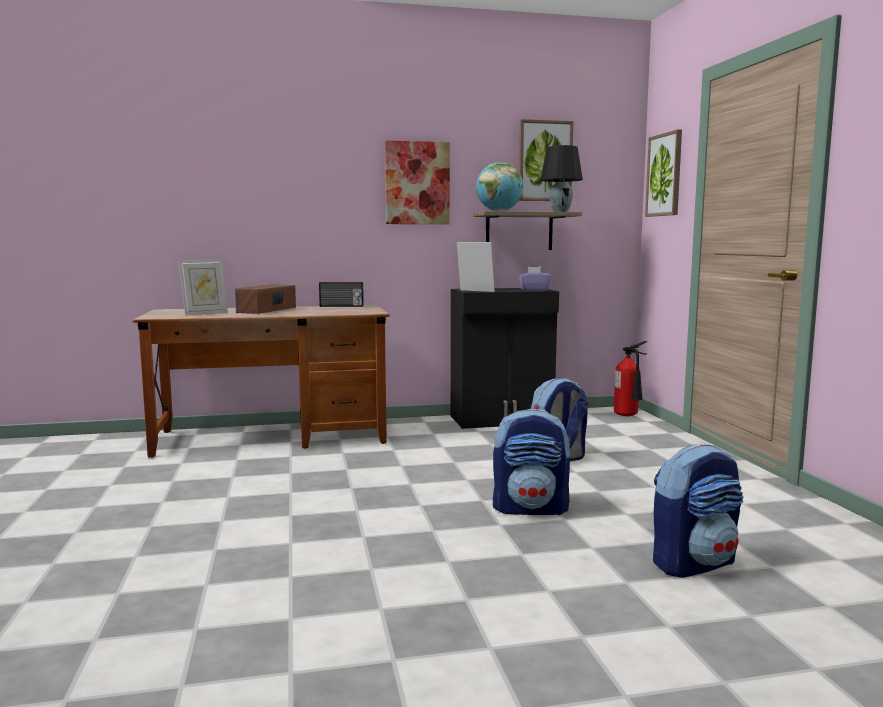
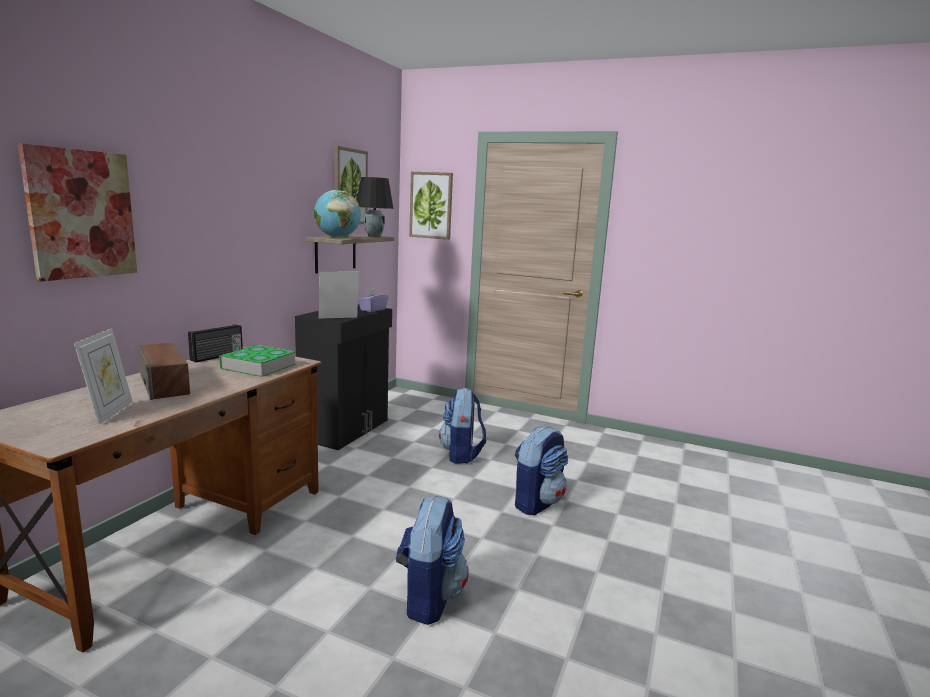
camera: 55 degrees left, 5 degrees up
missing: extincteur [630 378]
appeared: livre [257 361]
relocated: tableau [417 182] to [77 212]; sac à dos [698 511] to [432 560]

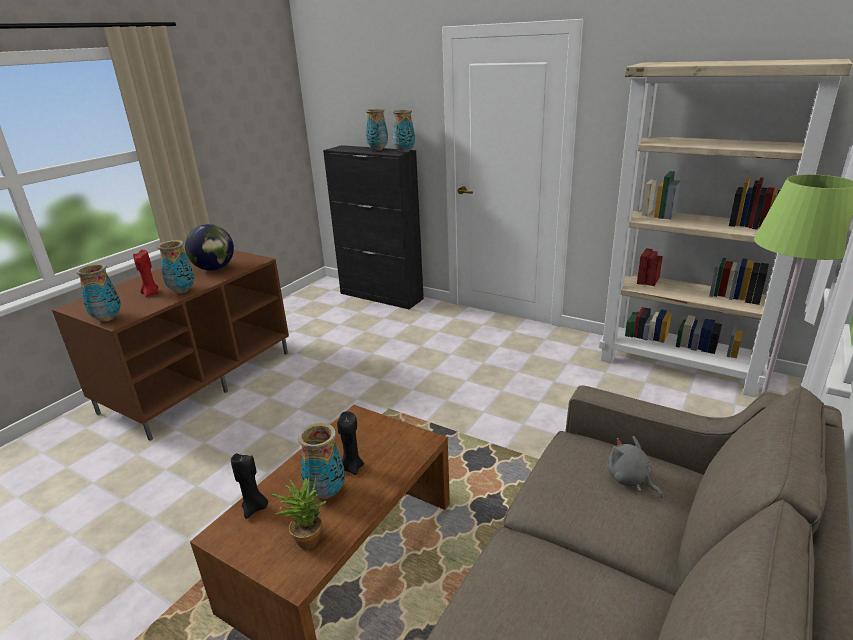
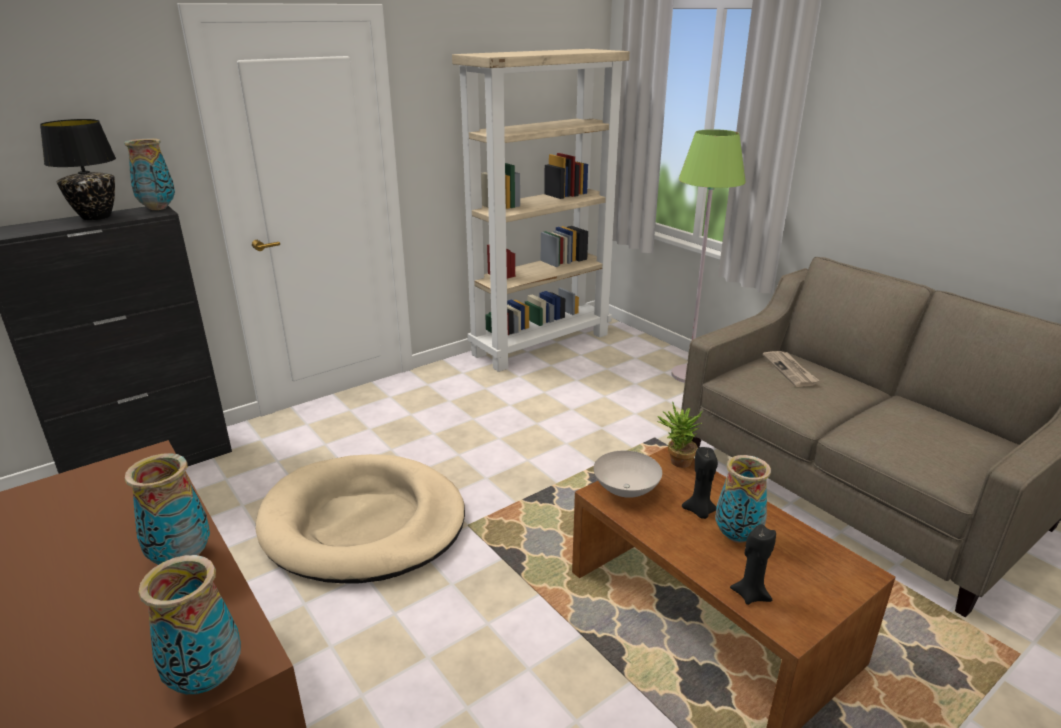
camera: 70 degrees left, 0 degrees up
missing: globe [209 247]; bougie (rouge) [146 273]
appeared: bol (blanc) [628 474]; panier pour chien (beige) [360 519]
relocated: plante en pot [299 512] to [680 435]
exchanged: vase [377 130] to lampe de table (noir) [78 169]; peluche (gris) [635 467] to journal [791 369]

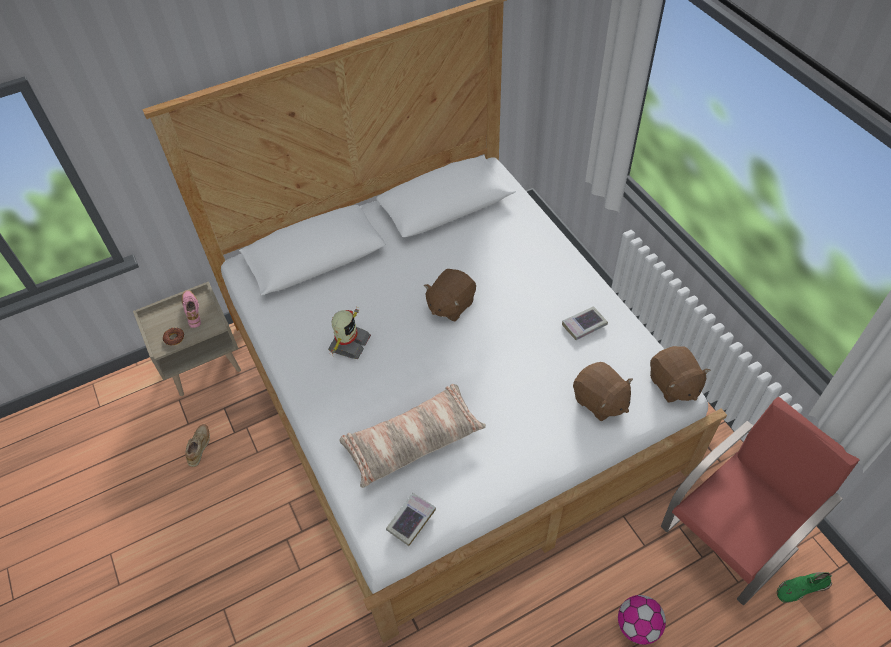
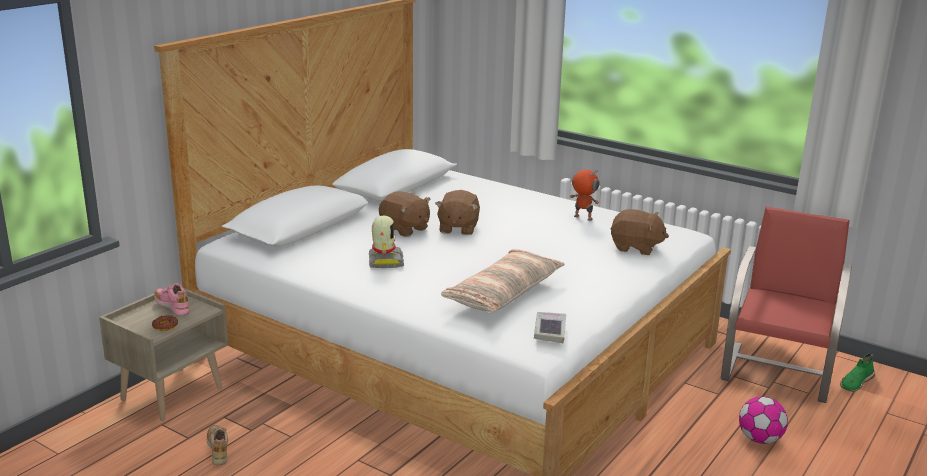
camera: 30 degrees left, 30 degrees down
relocated: peluche (marron) [680 374] to [404 214]
exchanged: livre [585 323] to robot jouet [584 195]

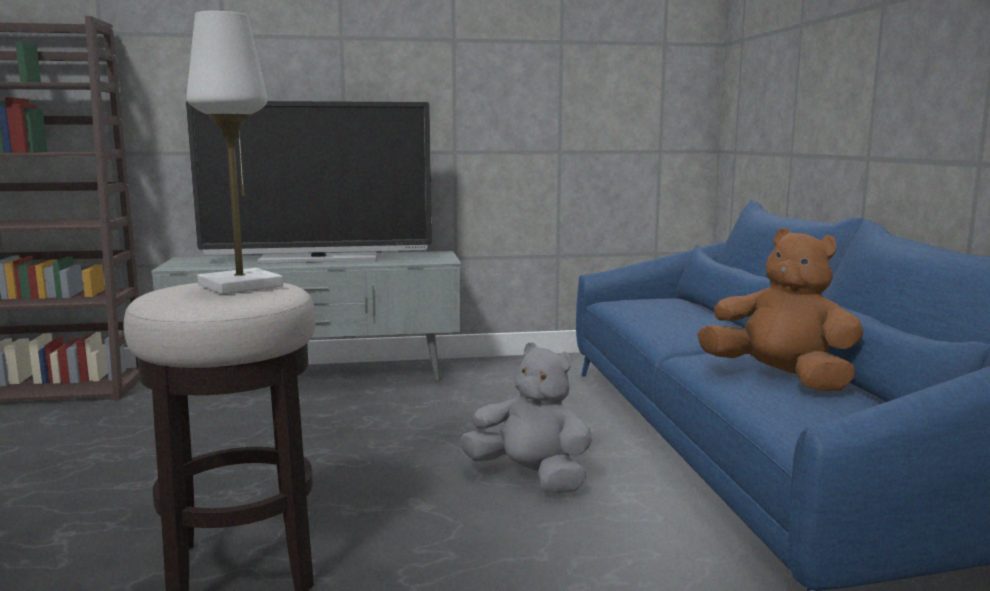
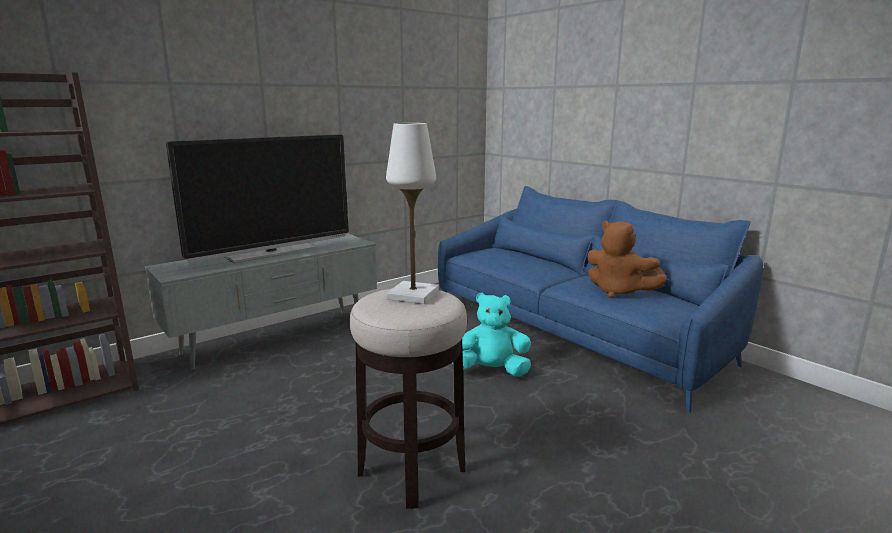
camera: 30 degrees left, 5 degrees up
colour: peluche (gris) [526 417] to peluche (turquoise) [491 335]
spun: peluche (marron) [780 309] = [627 259] 150 degrees counterclockwise

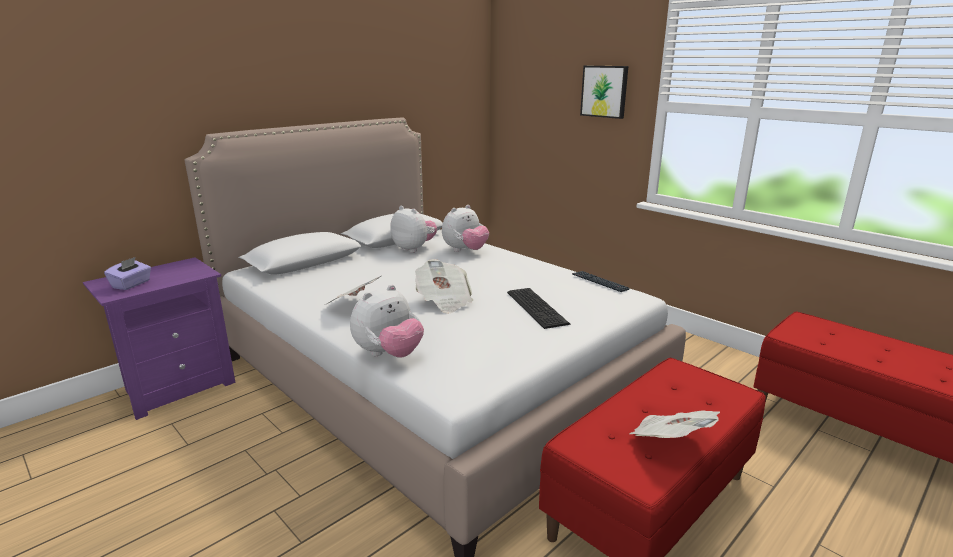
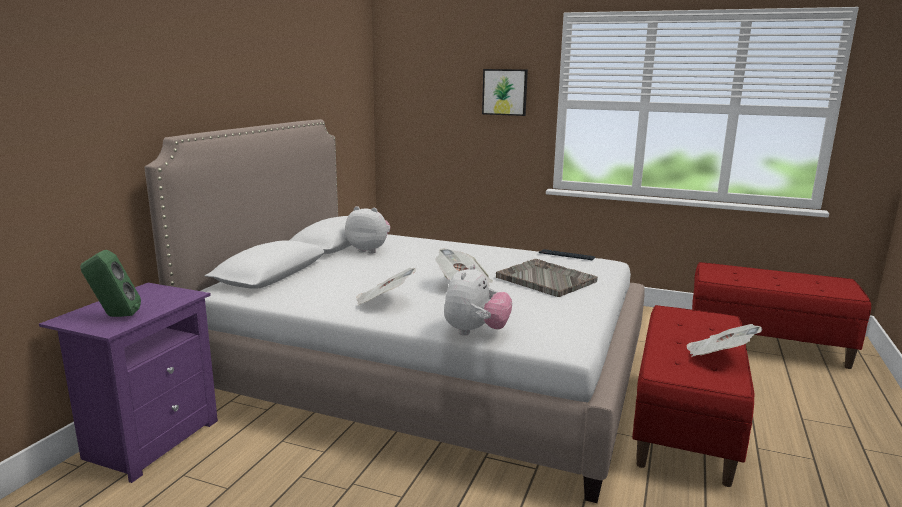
camera: 25 degrees left, 5 degrees down
missing: peluche [465 228]
exchanged: boîte à mouchoirs (violet) [127 273] to enceinte (vert) [110 283]; clavier [538 308] to plateau (gris) [547 278]

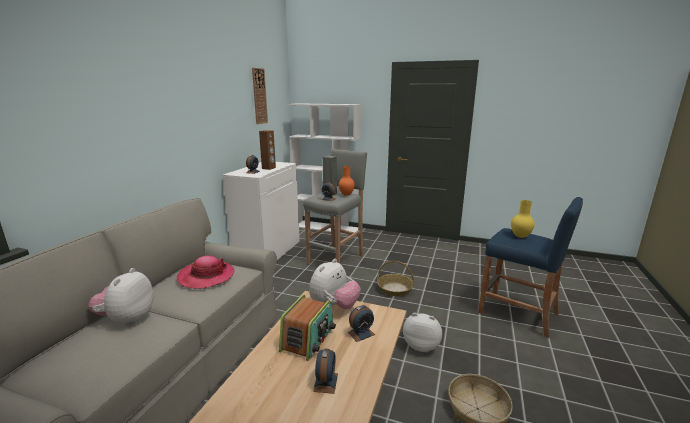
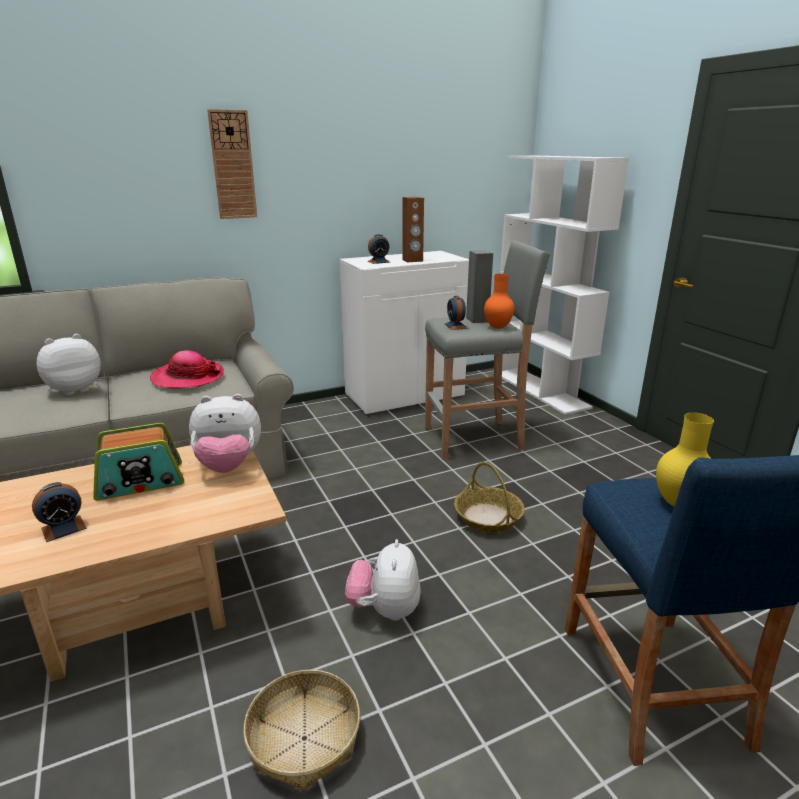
camera: 45 degrees right, 5 degrees up
missing: réveil [361 323]
relocated: horloge murale [260 96] to [232 164]
spun: peluche [422 332] = [383 580] 150 degrees counterclockwise

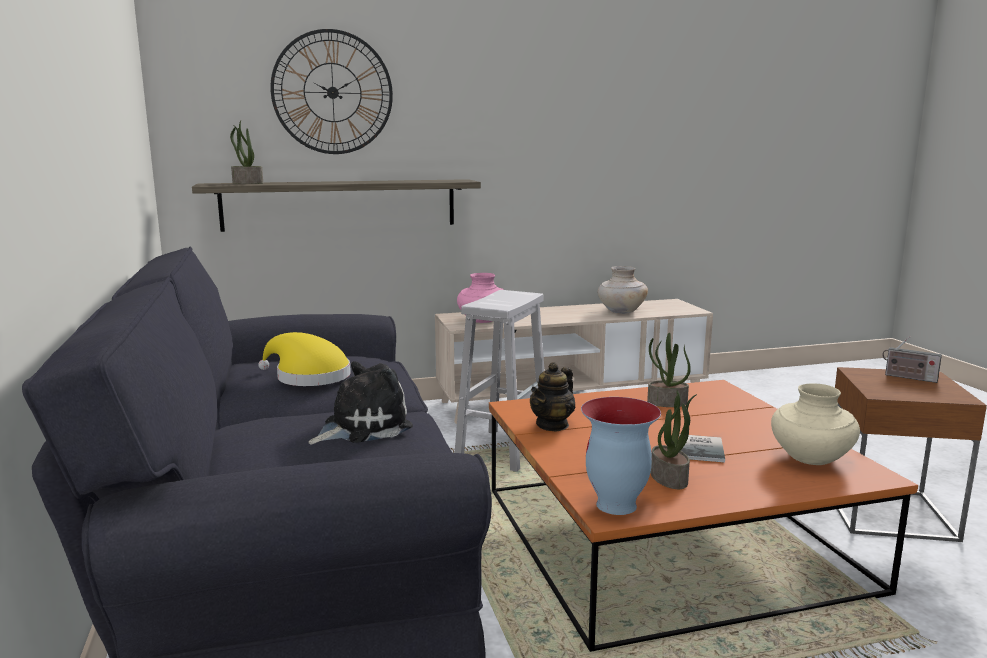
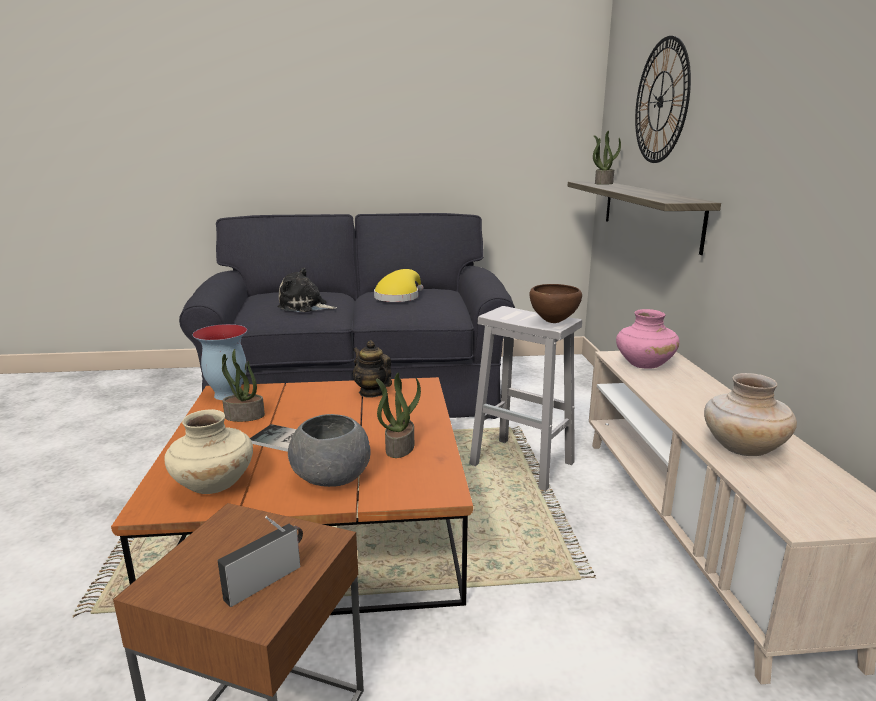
camera: 100 degrees right, 5 degrees up
appeared: bol (marron) [556 303]; bol (gris) [329 450]
spun: peluche [360 402] = [307 290] 135 degrees clockwise

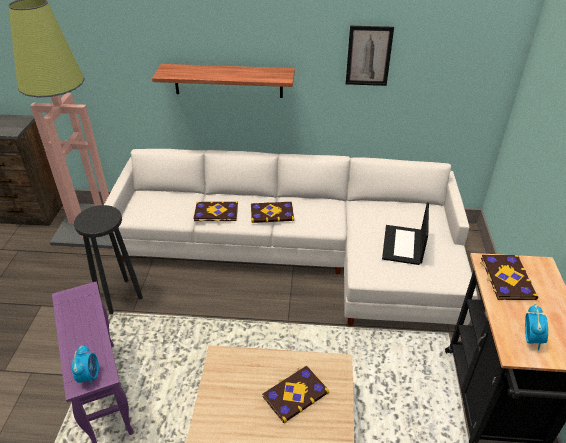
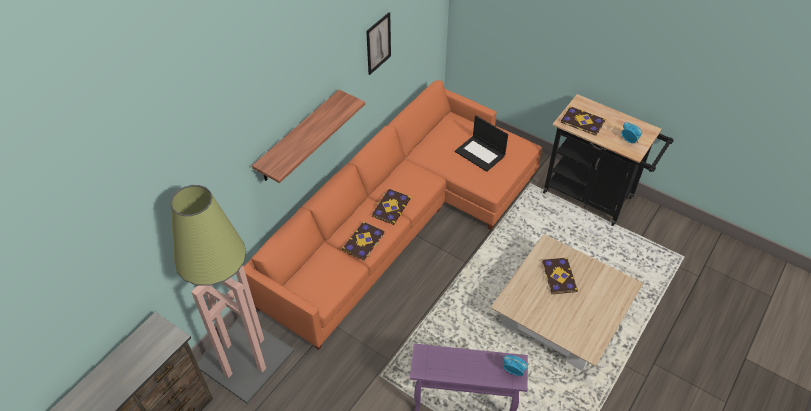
camera: 60 degrees left, 10 degrees up
missing: tabouret (noir) [108 259]
colour: canapé (blanc) [291 238] to canapé (orange) [393 215]

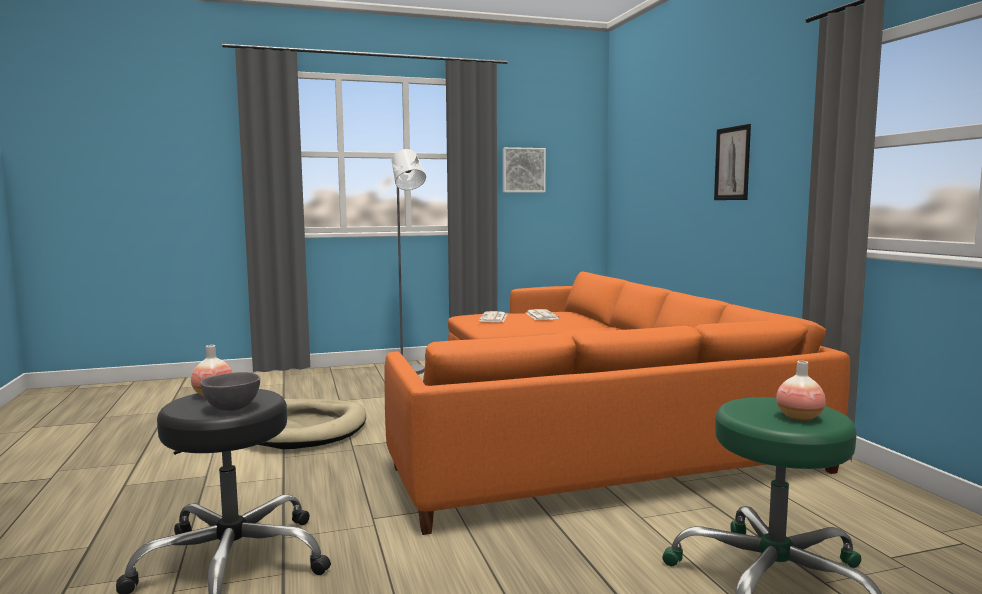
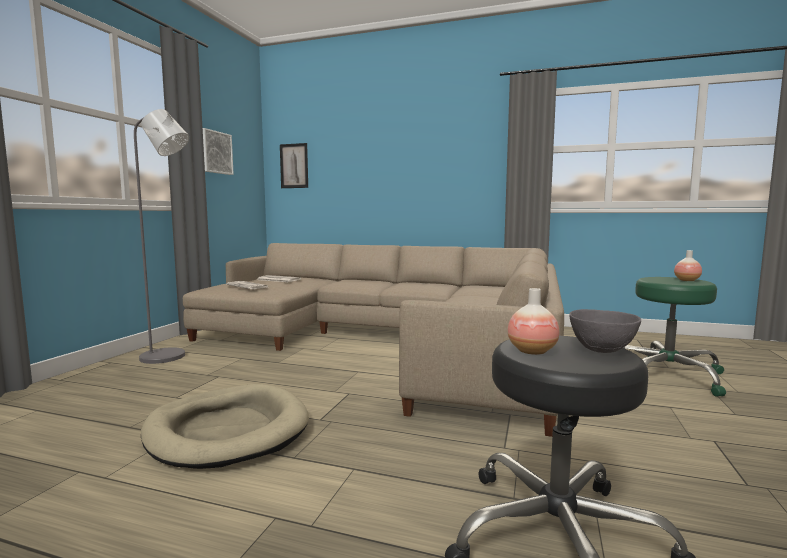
camera: 55 degrees left, 0 degrees up
relocated: tableau [732 162] to [294 165]
colour: canapé (orange) [617 403] to canapé (beige) [373 340]

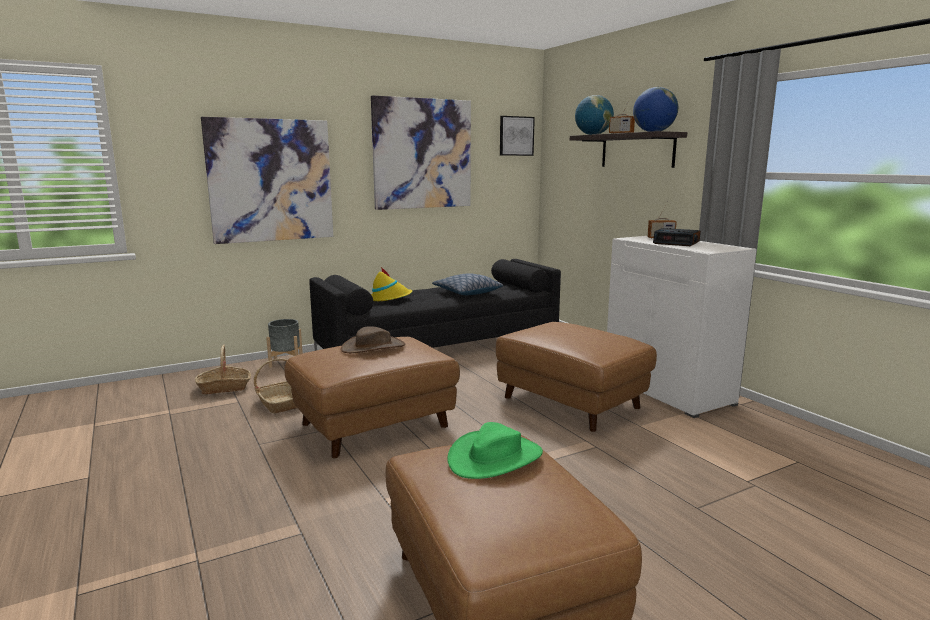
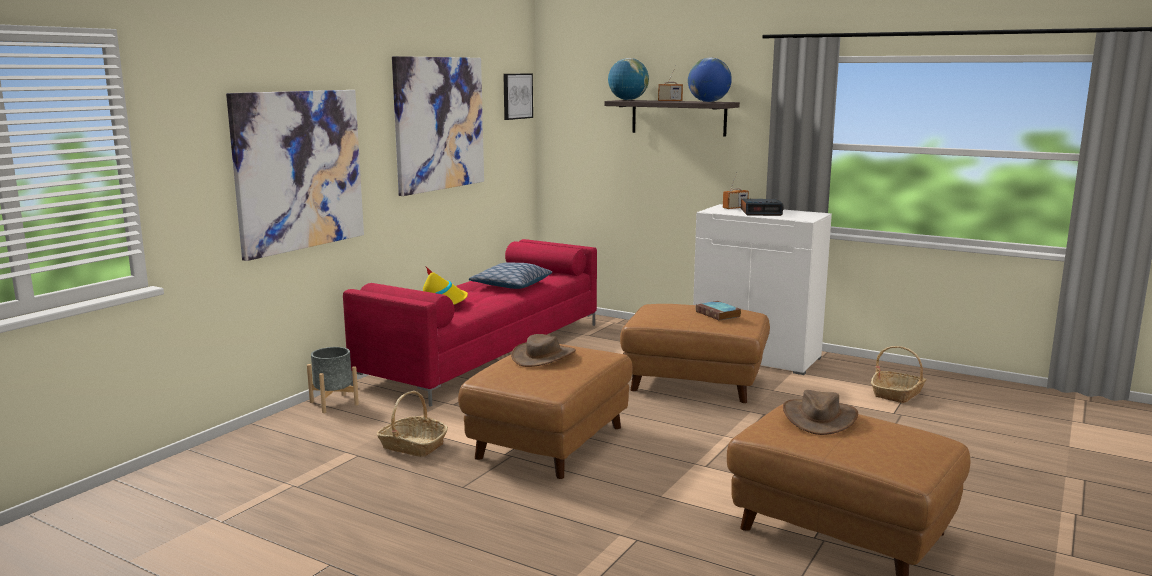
camera: 30 degrees left, 0 degrees up
appeared: livre [718 311]
relocated: panier [223 369] to [898 374]
colour: canapé (noir) [435 305] to canapé (rouge) [470 323]; chapeau (vert) [495 450] to chapeau (marron) [820 412]

